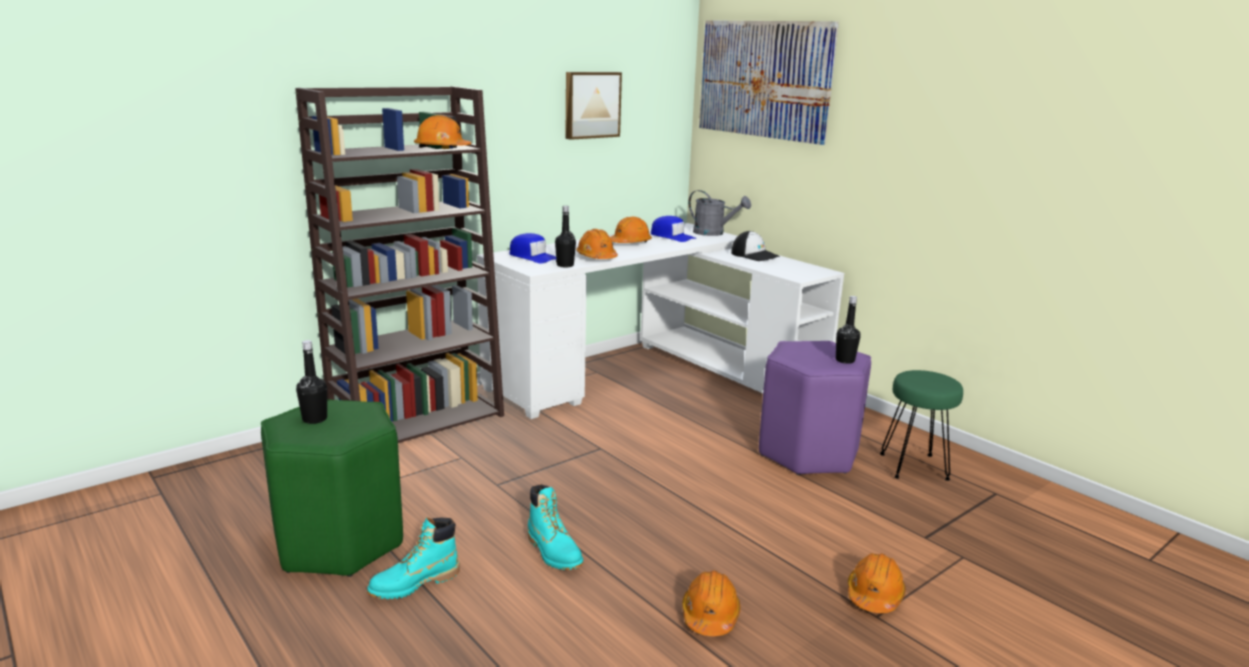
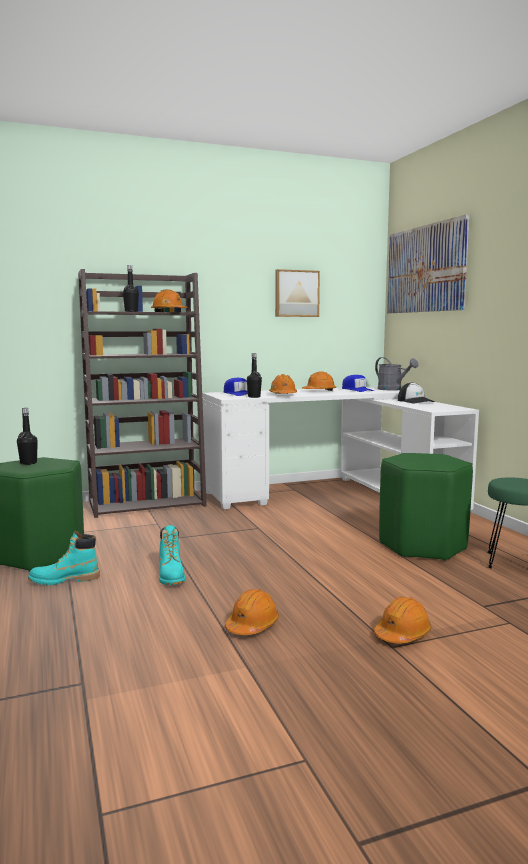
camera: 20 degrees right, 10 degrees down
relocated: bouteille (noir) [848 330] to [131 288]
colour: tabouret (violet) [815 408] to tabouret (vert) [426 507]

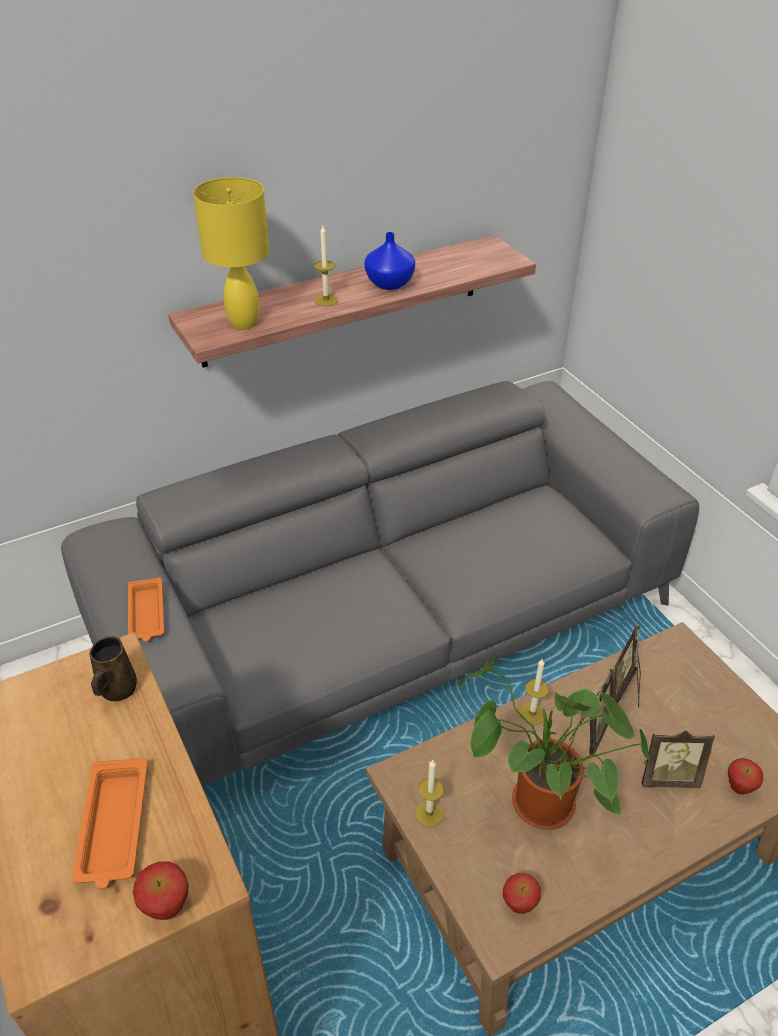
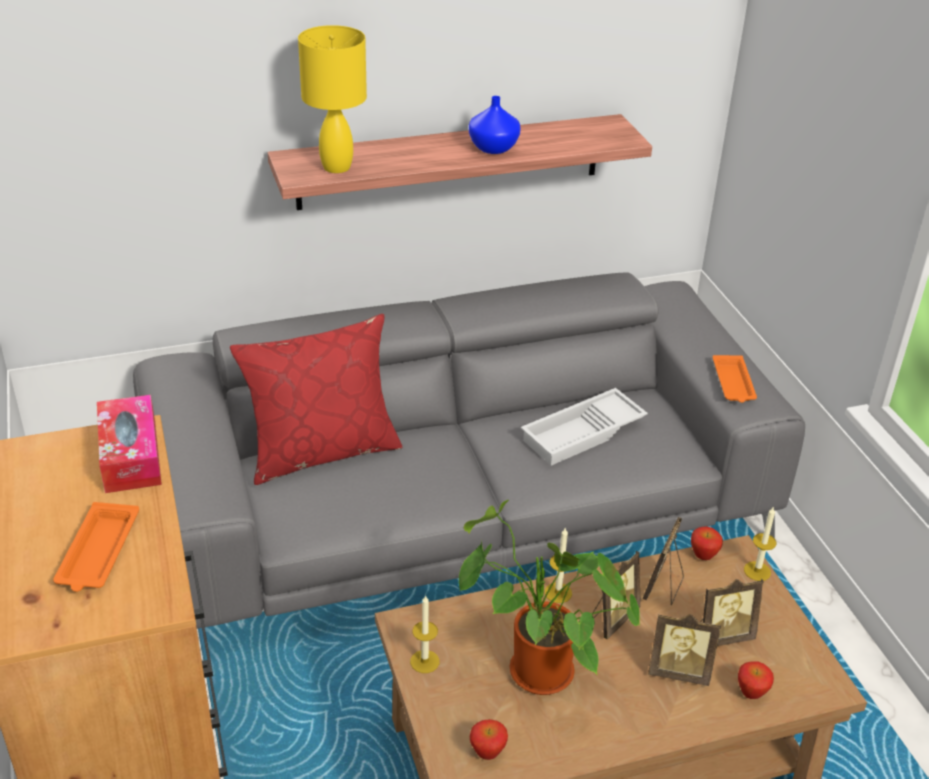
camera: 10 degrees right, 5 degrees down
appeared: coussin (rouge) [316 399]; plateau (blanc) [584 427]; cadre photo [732 612]
relocated: bougie [326 266] to [760 543]; plateau (orange) [146 609] to [735 379]; pomme [161 890] to [707 543]
exchanged: mug (marron) [113 669] to boîte à mouchoirs [129 444]

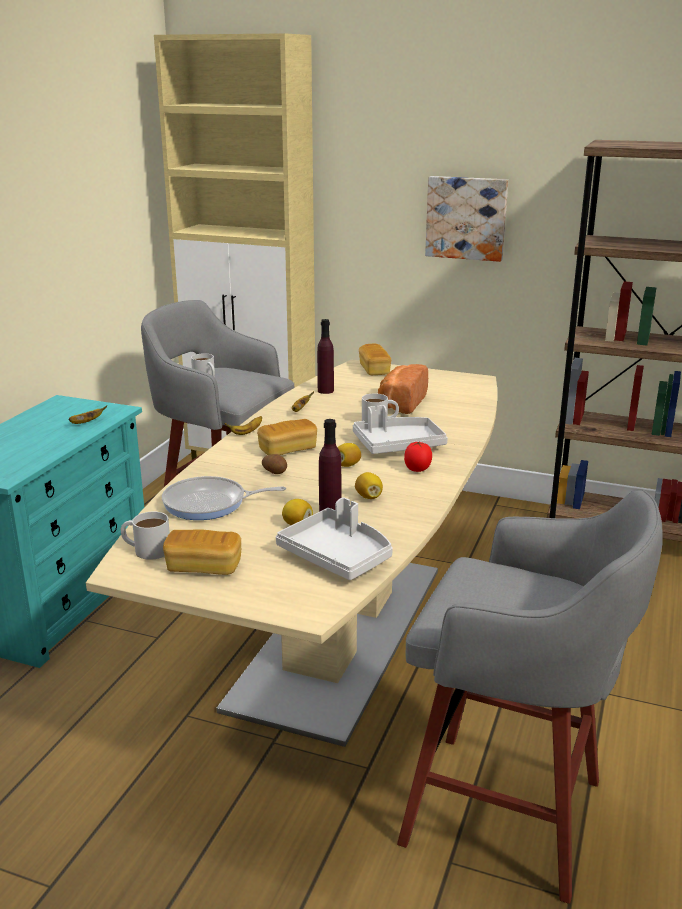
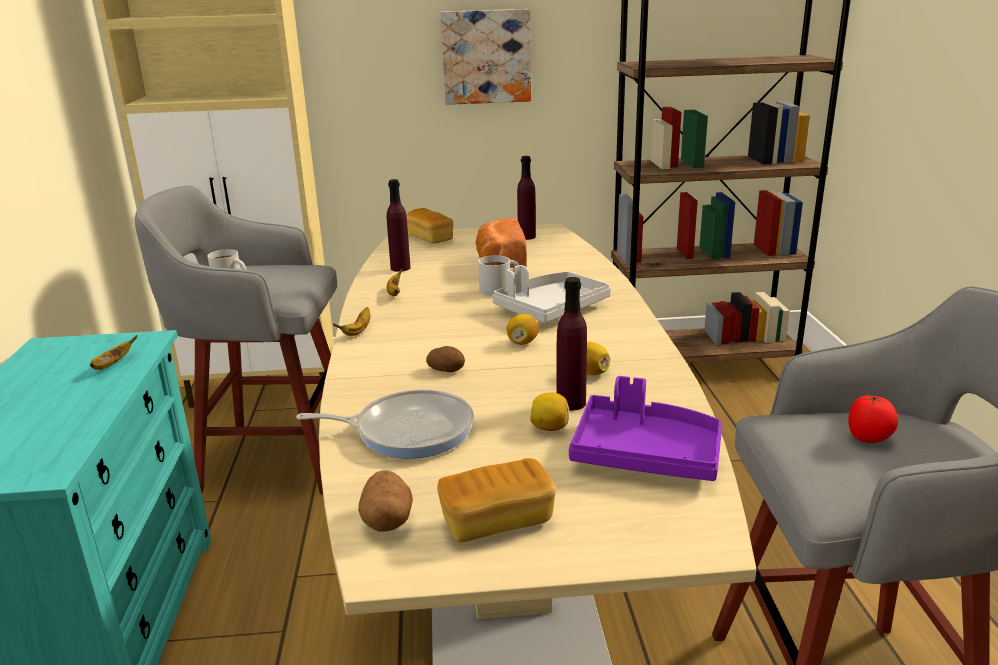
camera: 25 degrees left, 0 degrees up
missing: pain [287 437]
appeared: bouteille (violet) [526 198]
relocated: tomate [418 456] to [873 419]
exchanged: mug (blanc) [145 536] to pomme de terre [385 501]
colour: plateau (gris) [334 538] to plateau (violet) [645 428]
spun: poêle [224 498] = [385 424] 150 degrees counterclockwise

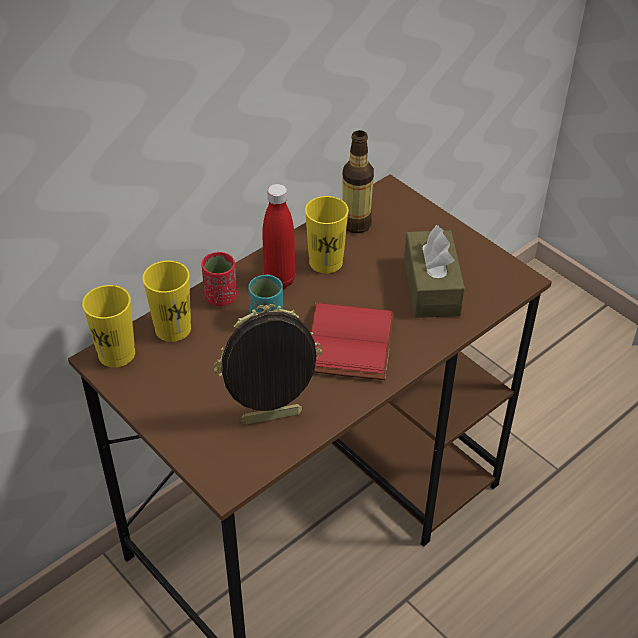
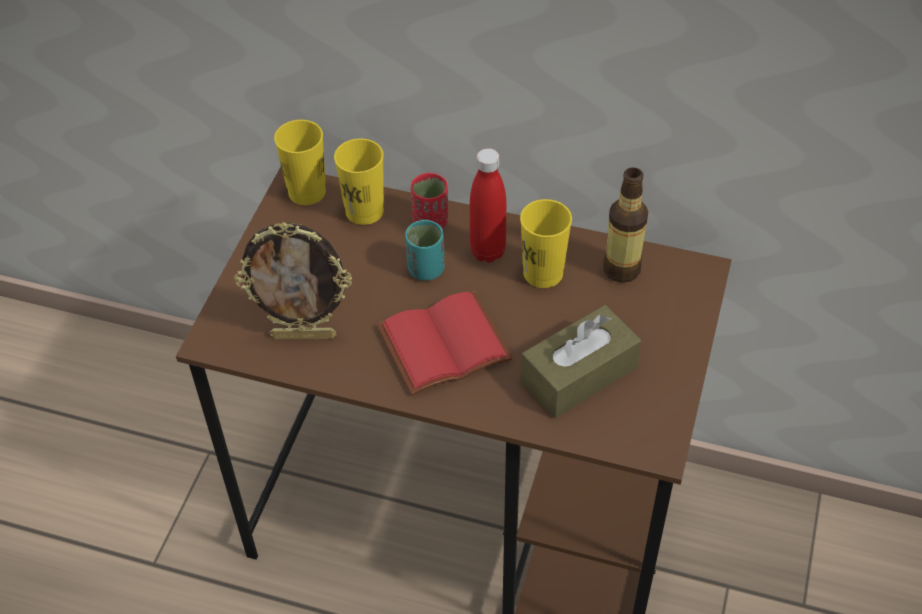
camera: 60 degrees right, 5 degrees up
spun: cadre photo [268 364] = [293 281] 135 degrees clockwise

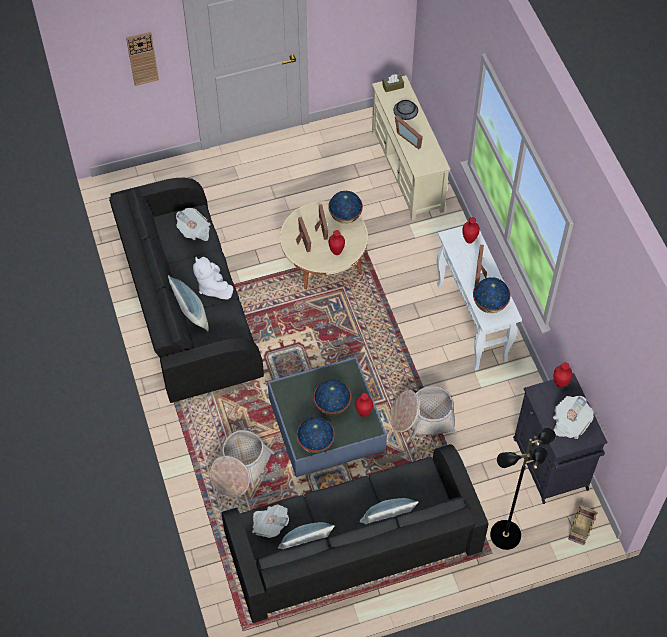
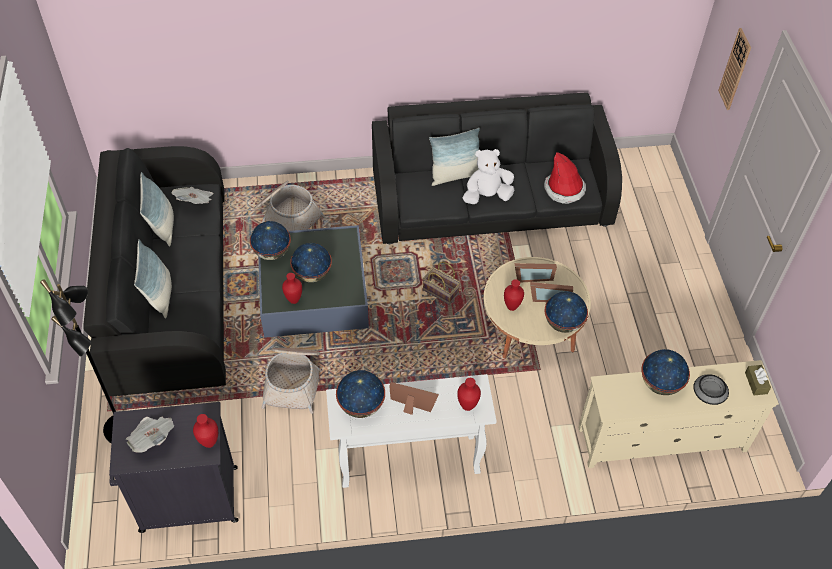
camera: 100 degrees right, 5 degrees down
relocated: panier [582 525] to [441 283]
exchanged: cadre photo [409 132] to globe [665 372]; journal [193 224] to chapeau [565 178]

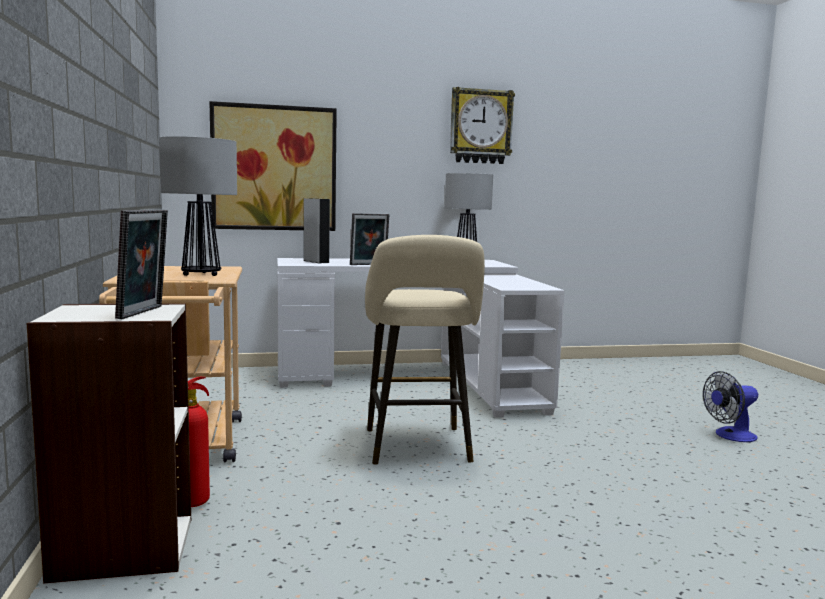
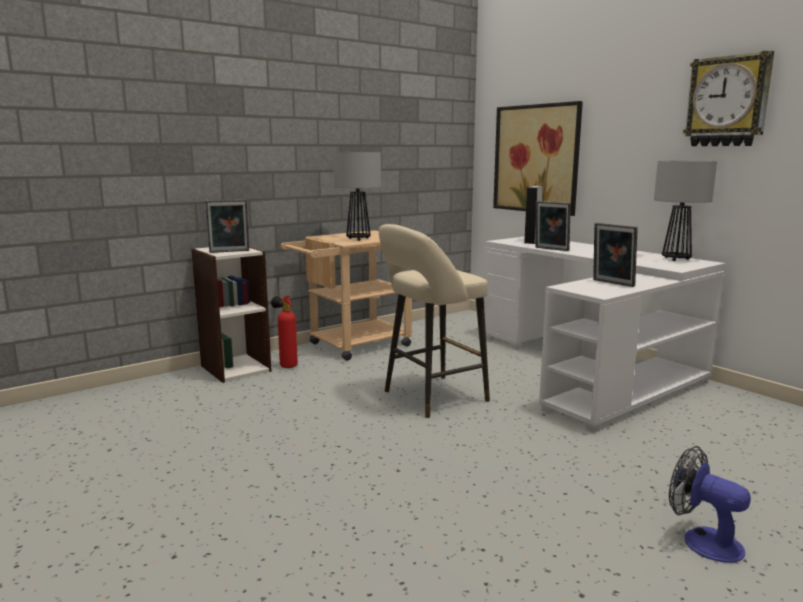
camera: 65 degrees right, 5 degrees up
appeared: cadre photo [615 255]

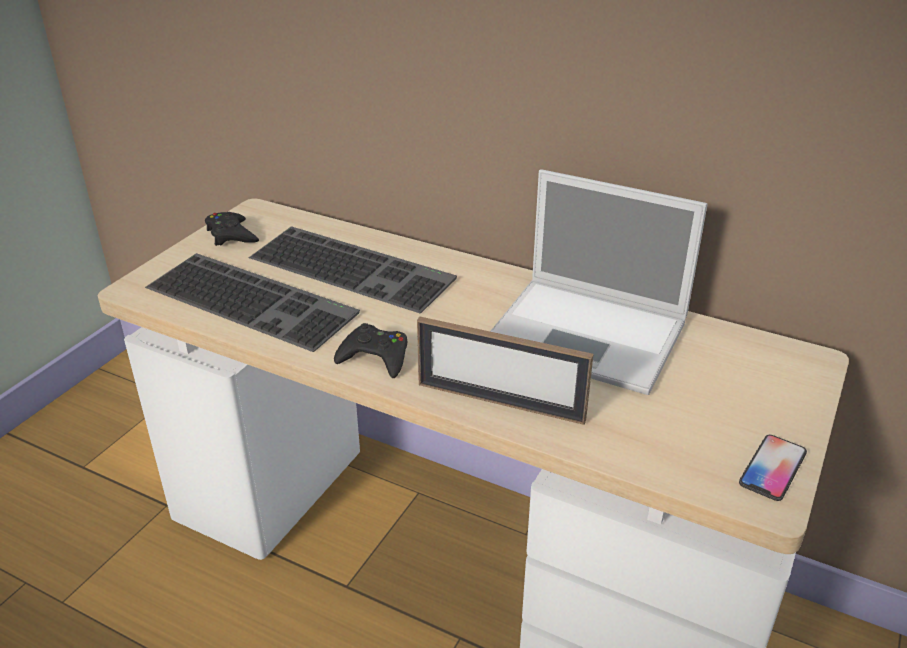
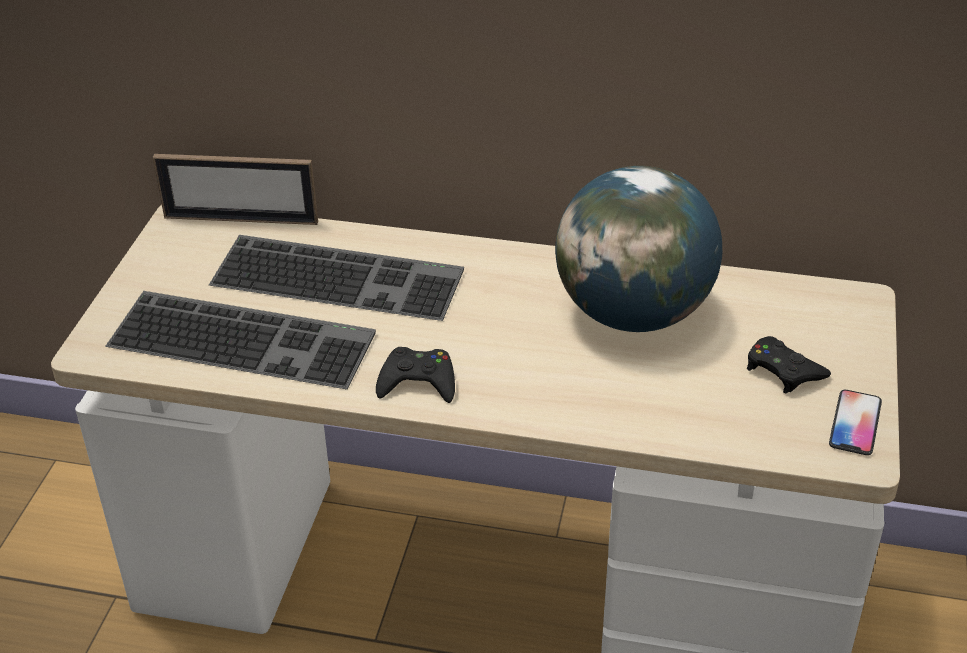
camera: 15 degrees left, 5 degrees up
relocated: manette (noir) [232 229] to [789 365]; cadre photo [505 371] to [235 189]
exchanged: ordinateur portable [599 282] to globe [638 249]

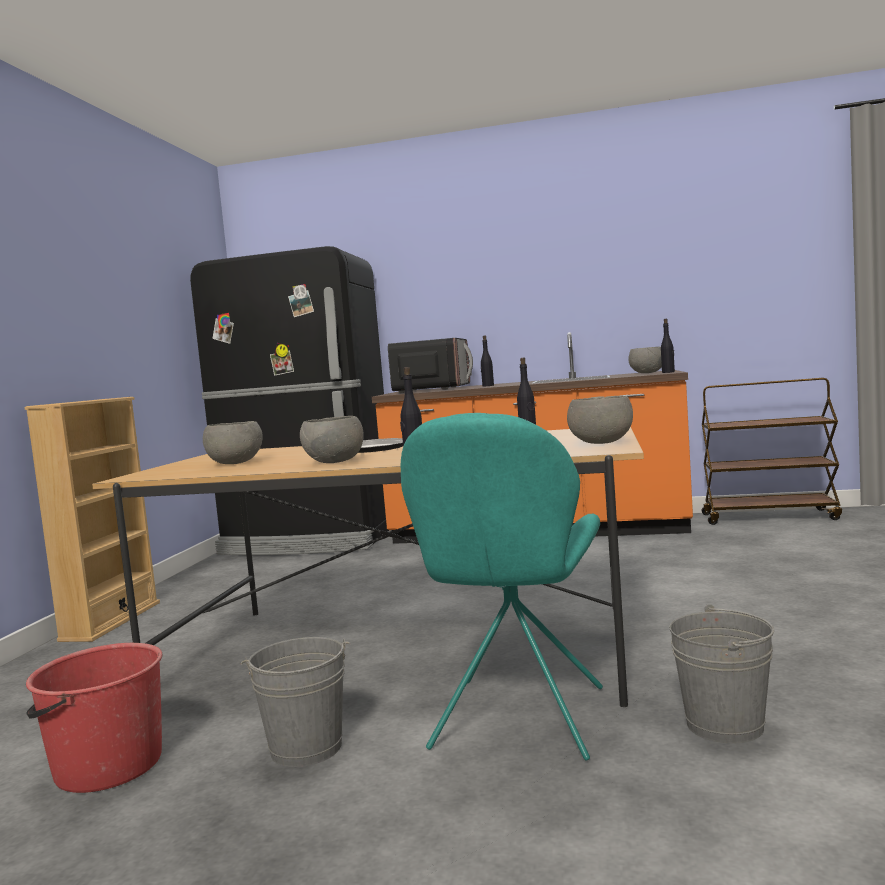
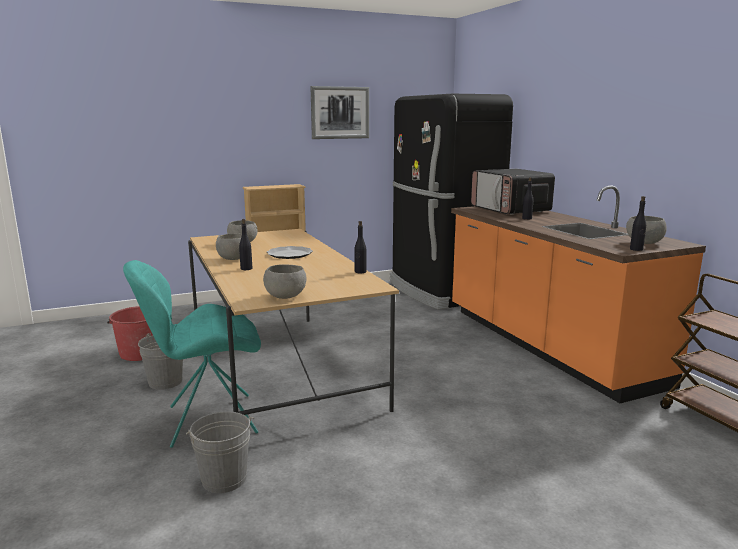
camera: 55 degrees right, 10 degrees up
appeared: tableau [339 112]
spun: micro-ondes [430 365] = [513 192] 90 degrees clockwise

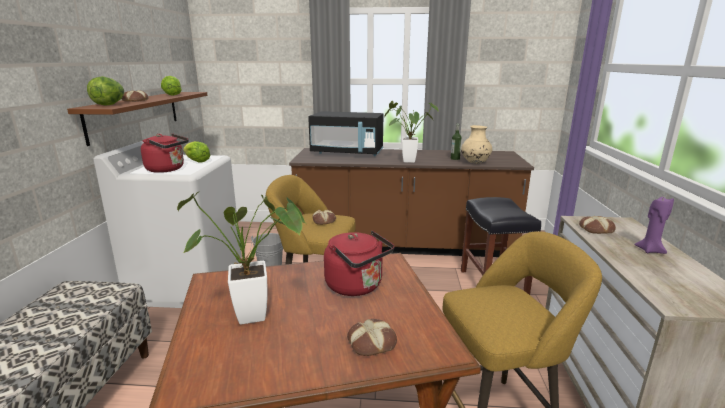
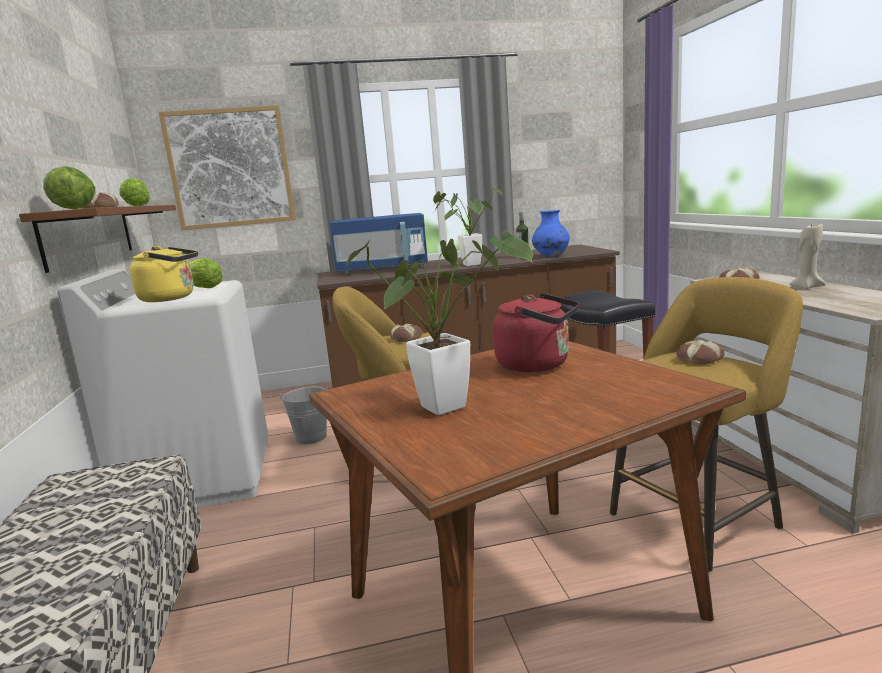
camera: 15 degrees left, 5 degrees down
appeared: tableau [227 167]
relocated: pain [372 337] to [700 352]
colour: micro-ondes (noir) [345 133] to micro-ondes (bleu) [379 243]; vase (beige) [476 144] to vase (bleu) [551 233]; bouilloire (rouge) [165 153] to bouilloire (jaune) [164 274]; bougie (violet) [654 225] to bougie (beige) [807 256]

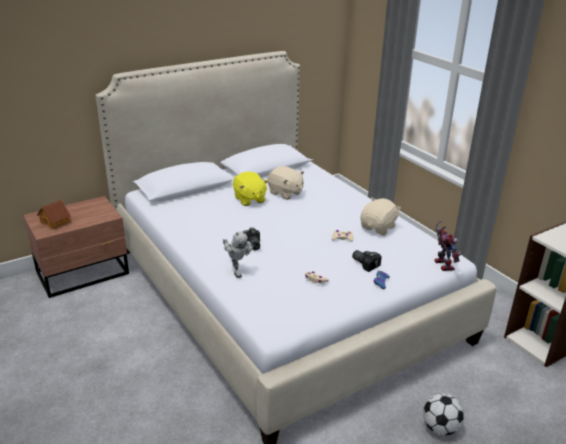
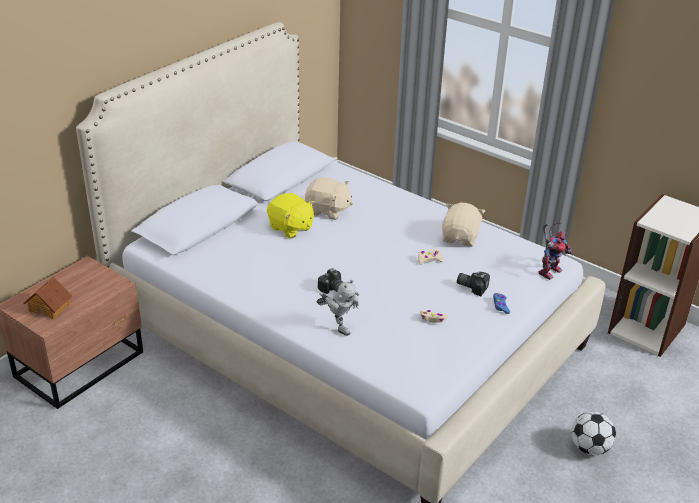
camera: 20 degrees left, 5 degrees up
spun: robot jouet [448 245] = [555 250] 75 degrees clockwise

